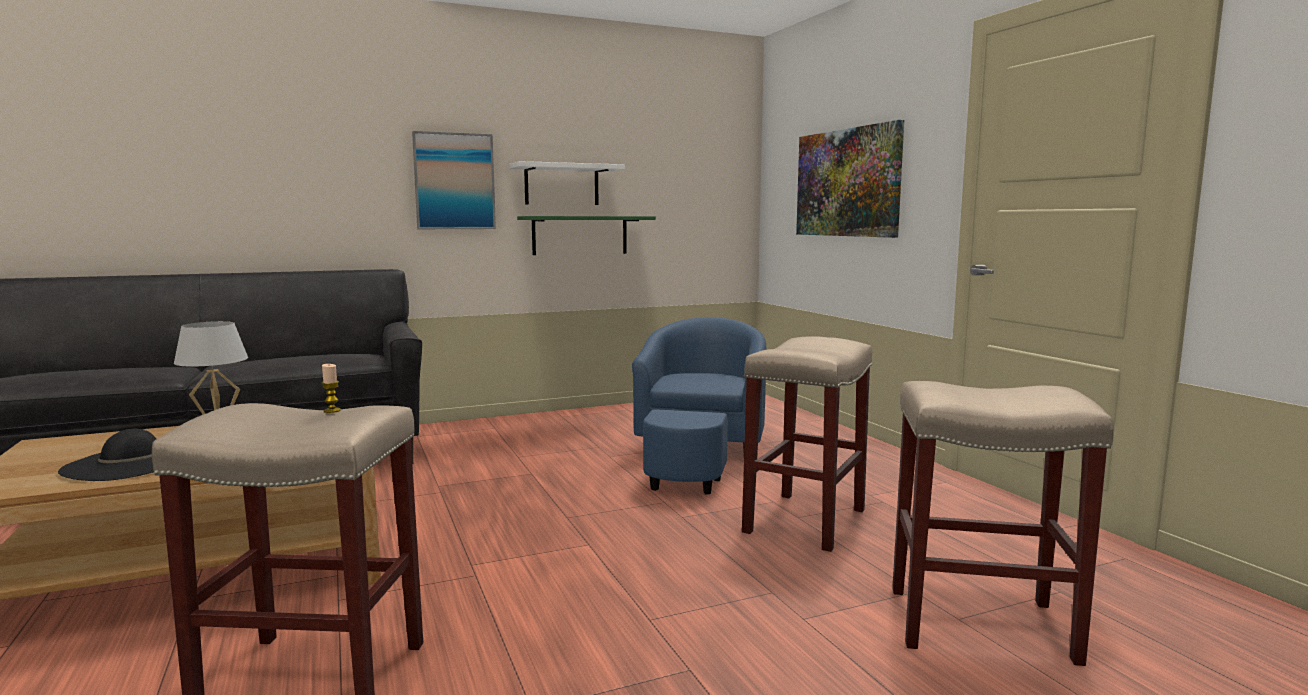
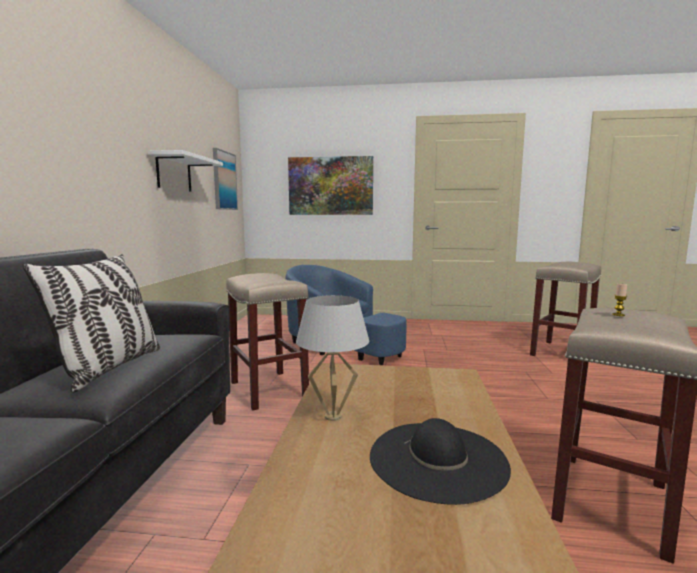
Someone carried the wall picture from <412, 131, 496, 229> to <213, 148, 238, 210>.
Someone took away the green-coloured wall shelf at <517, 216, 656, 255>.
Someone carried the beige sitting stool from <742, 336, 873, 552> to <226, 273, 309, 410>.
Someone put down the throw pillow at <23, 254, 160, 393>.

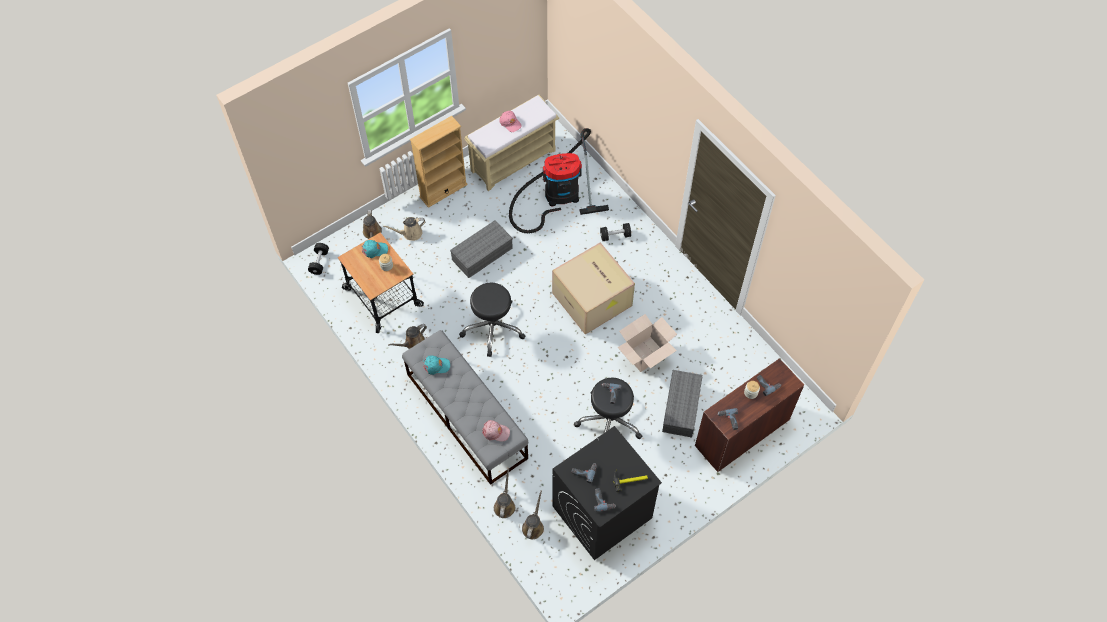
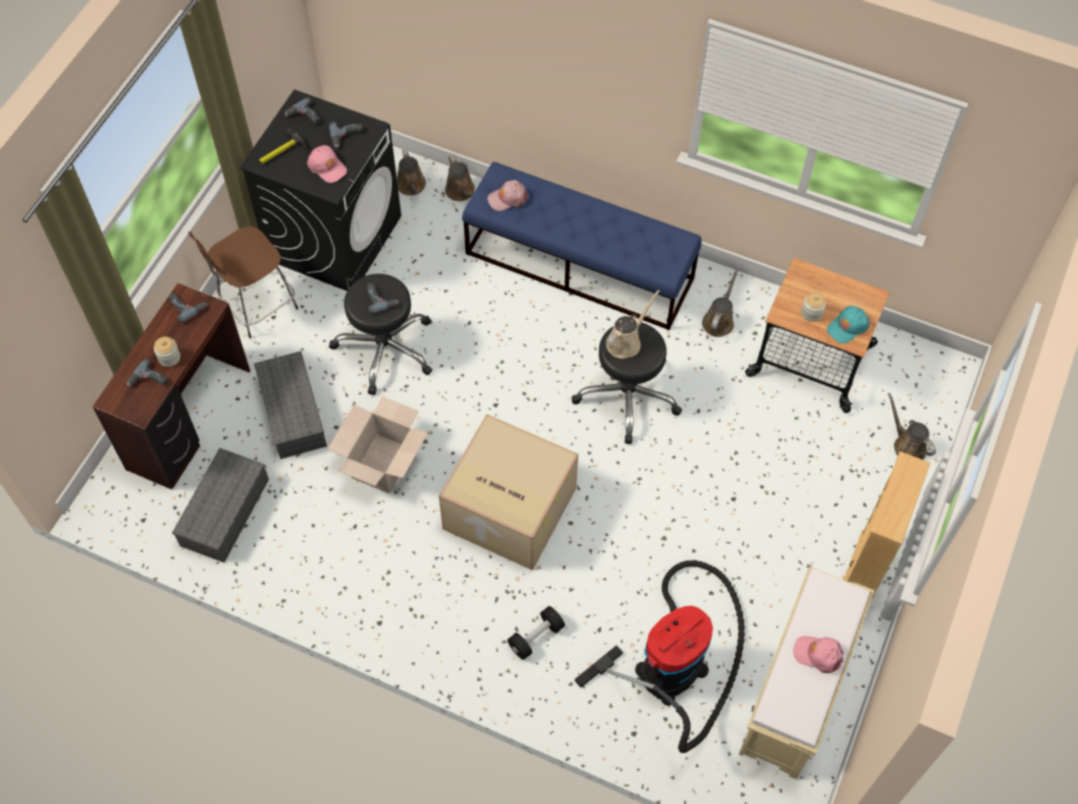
Someone took away the black dumbbell at <308, 243, 329, 275>.
Someone carried the beige watering pot from <383, 217, 425, 241> to <606, 290, 660, 359>.
Someone repainted the greyish indoor bench at <402, 330, 529, 485>, which became the blue-coloured indoor bench at <462, 162, 702, 330>.
Someone took away the turquoise peaked cap at <423, 356, 450, 375>.
Someone carried the greyish storage box from <450, 220, 513, 278> to <172, 448, 269, 563>.
Someone put down the brown sitting stool at <188, 226, 298, 338>.
Someone put down the pink peaked cap at <307, 145, 347, 183>.

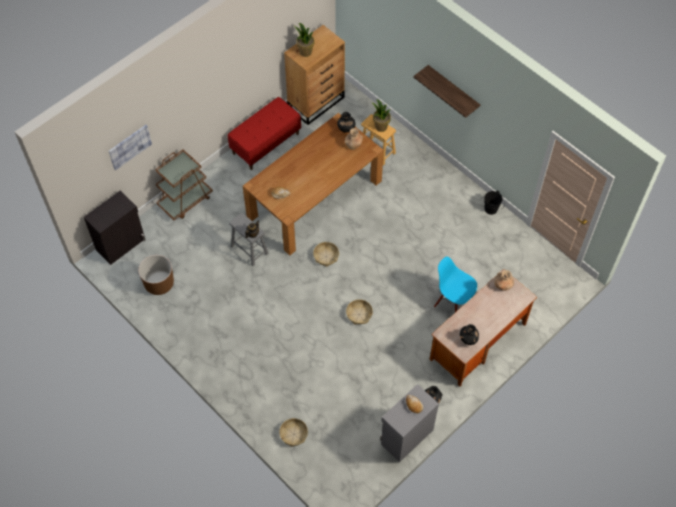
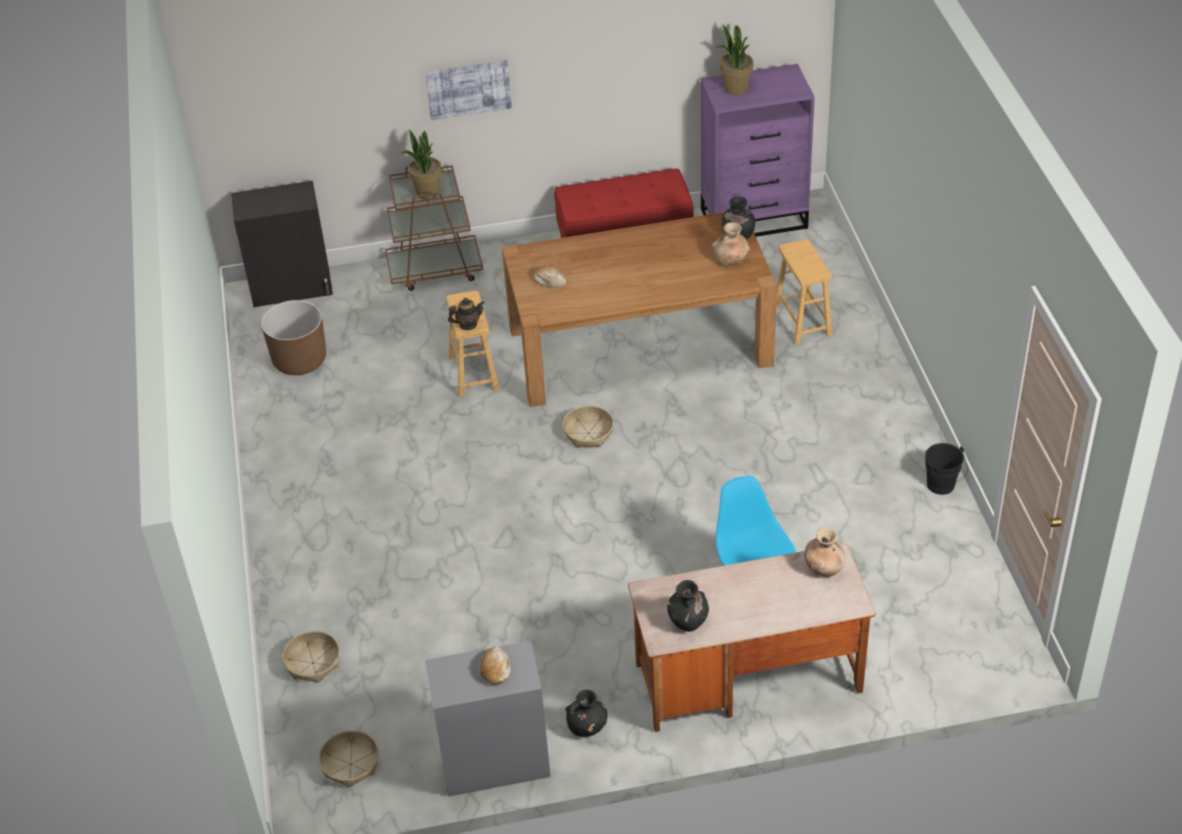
Someone carried the wall picture from <109, 125, 152, 171> to <425, 60, 512, 120>.
Someone repainted the greyish sitting stool at <229, 213, 268, 266>, which became the brown sitting stool at <446, 290, 500, 397>.
Someone repainted the brown dresser at <284, 25, 345, 125>, which became the purplish dresser at <701, 64, 815, 237>.
Someone carried the household basket from <346, 299, 373, 325> to <319, 730, 379, 788>.
Someone carried the plant in a pot from <372, 99, 391, 132> to <401, 129, 442, 199>.
Someone took away the wall shelf at <413, 65, 480, 118>.

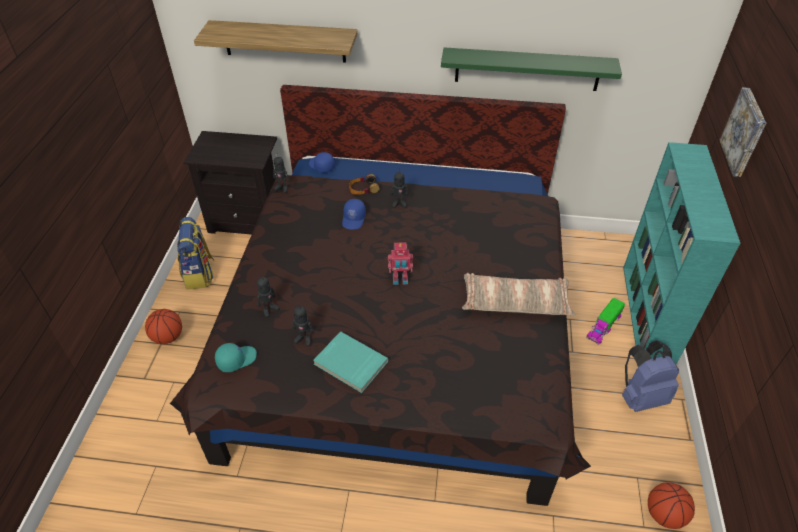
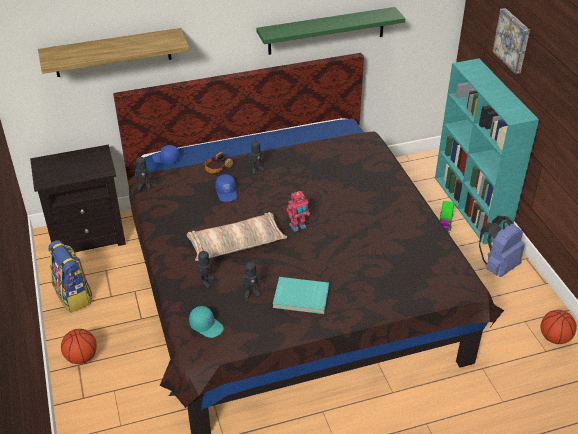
Someone rotated the turquoise peaked cap at <215, 343, 257, 372> by 90 degrees clockwise.
Someone carried the throw pillow from <462, 273, 575, 316> to <187, 212, 287, 261>.

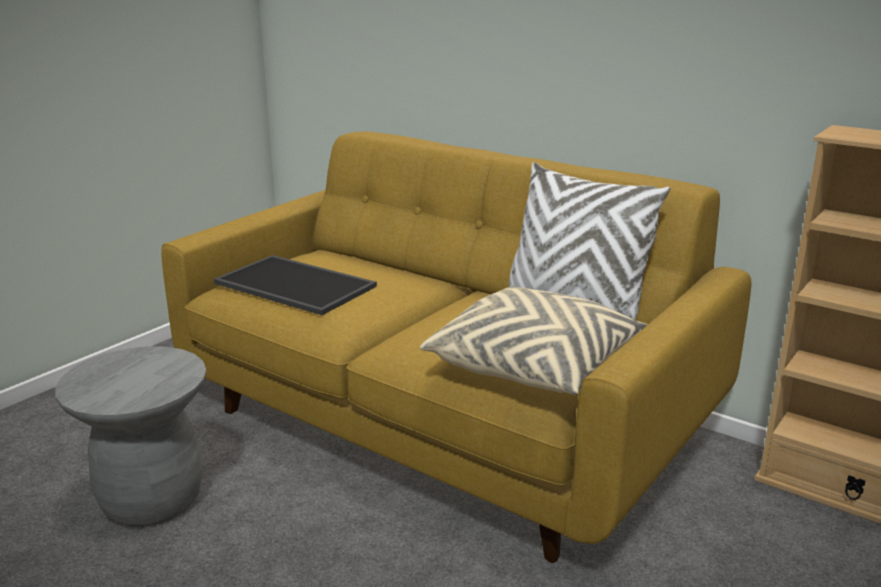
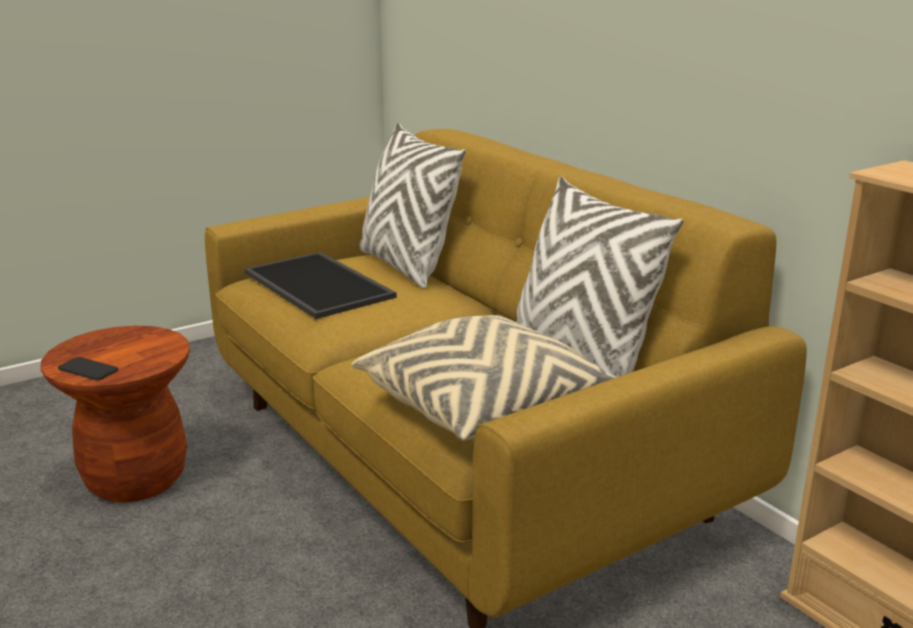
Someone repainted the greyish sitting stool at <55, 346, 206, 526>, which became the brown sitting stool at <40, 326, 190, 502>.
Someone put down the phone at <58, 357, 118, 380>.
Someone put down the whitish throw pillow at <360, 122, 466, 289>.

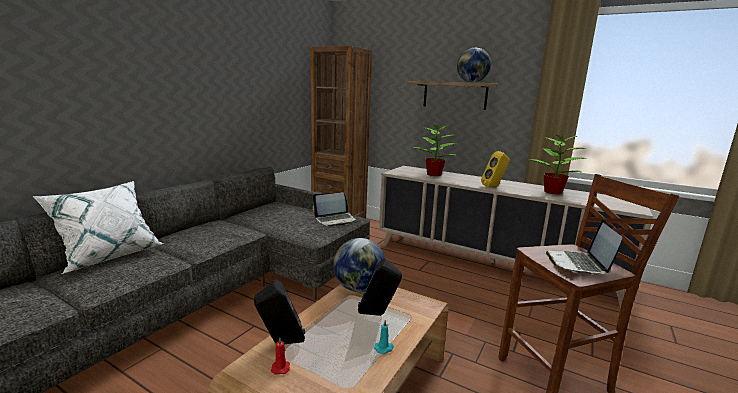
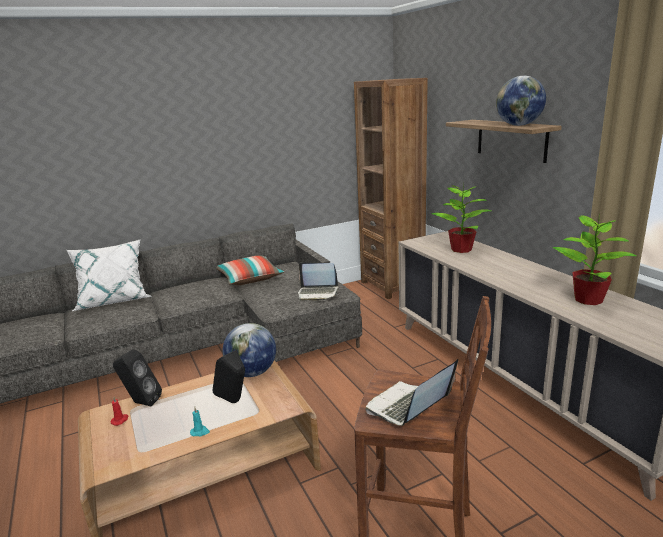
Someone took away the yellowish audio speaker at <481, 151, 510, 187>.
Someone put down the throw pillow at <216, 255, 284, 285>.

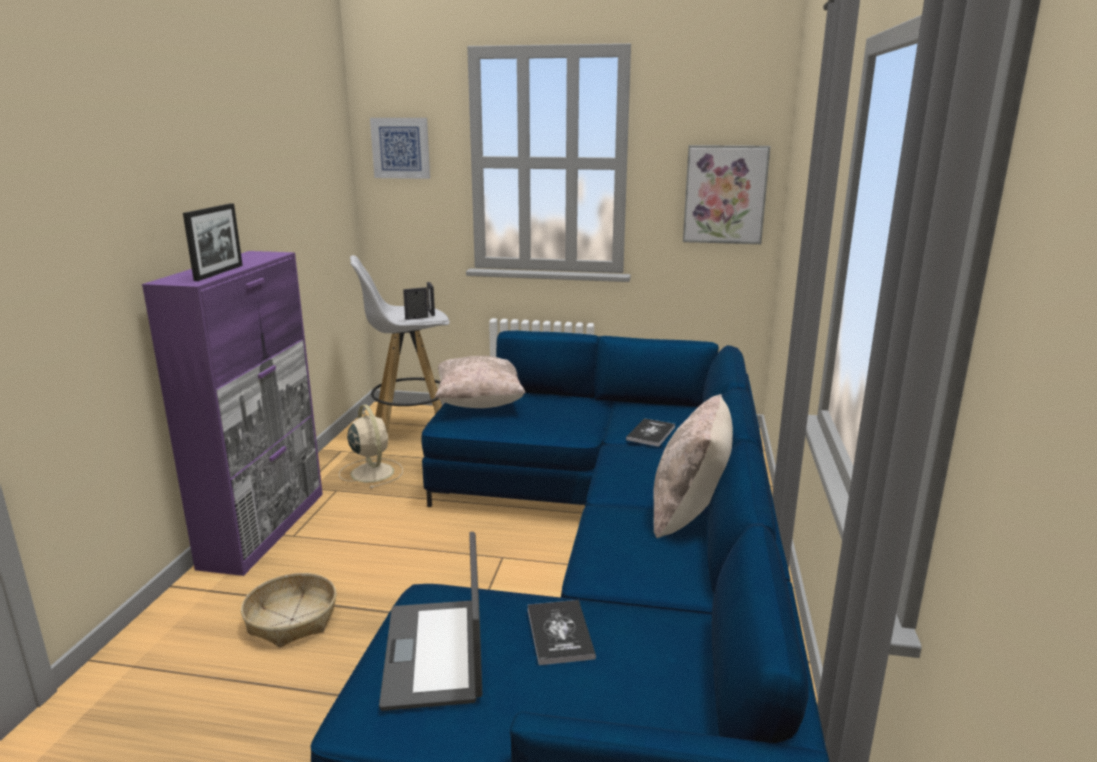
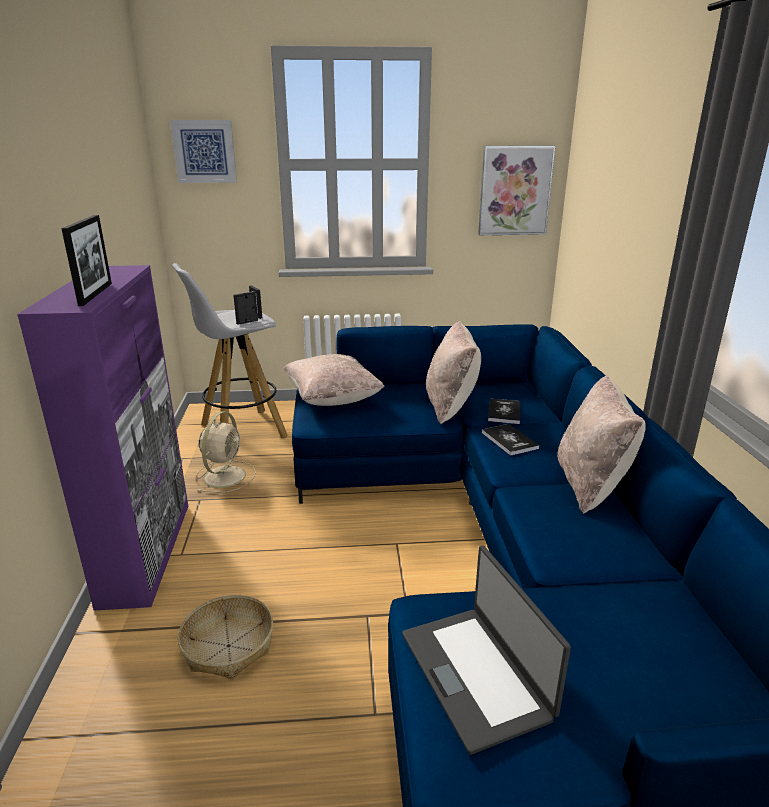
Someone rotated the beige fan at <339, 404, 403, 488> by 60 degrees clockwise.
Someone carried the volume from <528, 600, 596, 665> to <482, 424, 539, 456>.
Someone put down the beige throw pillow at <426, 321, 481, 424>.

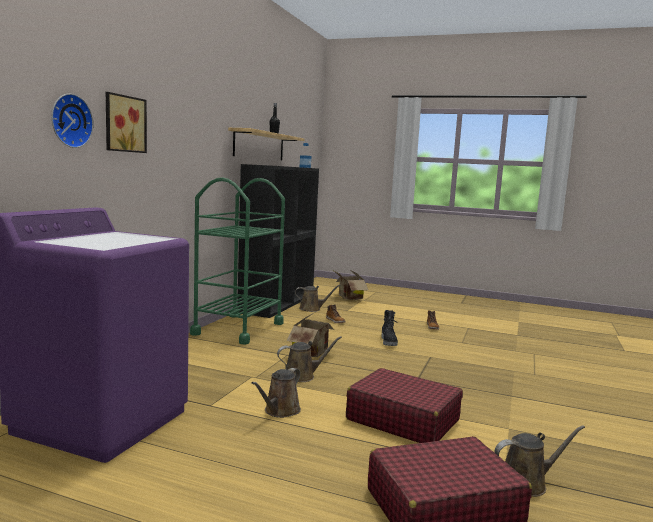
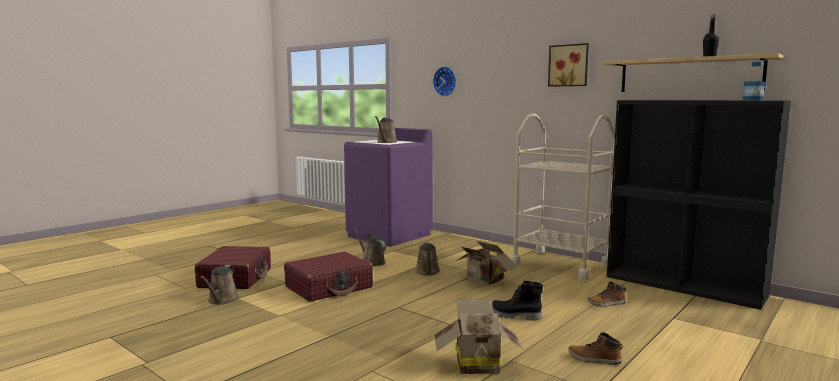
Someone carried the wall picture from <106, 92, 147, 153> to <548, 43, 589, 87>.
Someone repainted the green-coloured cart at <190, 177, 285, 345>, which became the beige cart at <510, 113, 615, 280>.
Someone carried the brown watering pot from <295, 285, 341, 312> to <375, 116, 398, 143>.
Someone carried the cardboard box from <334, 270, 368, 300> to <435, 299, 523, 374>.

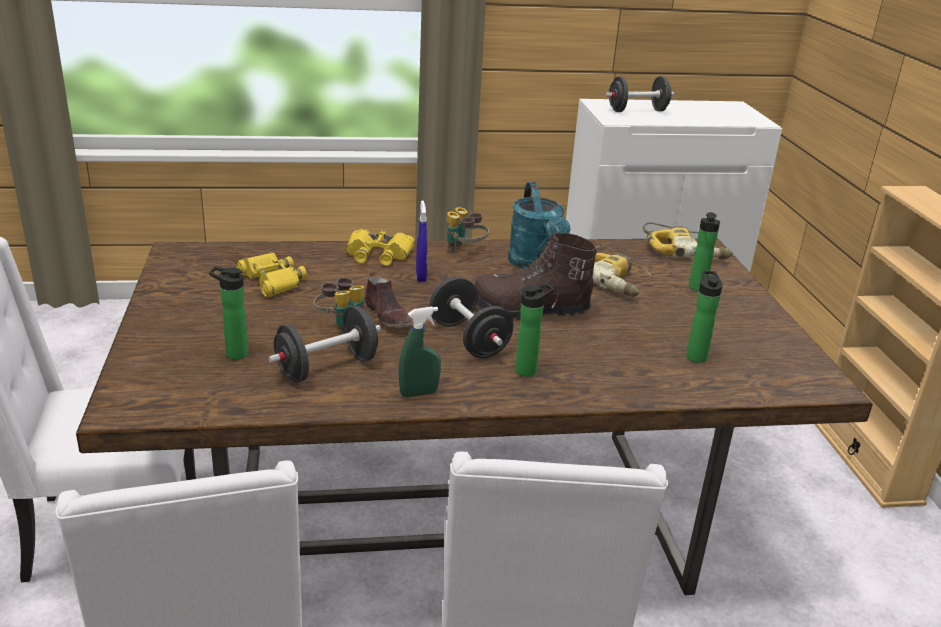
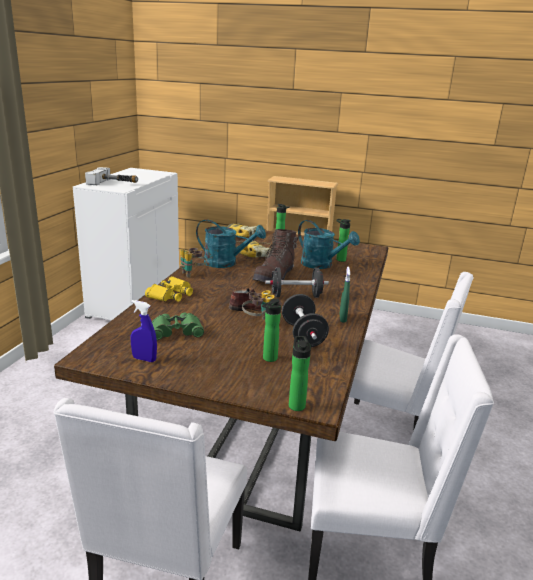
Someone repainted the yellowish binoculars at <236, 252, 307, 298>, which became the green-coloured binoculars at <152, 313, 204, 340>.
Someone carried the blue-coloured hand sprayer from <416, 200, 427, 282> to <131, 300, 157, 362>.
Someone carried the bottle from <515, 283, 554, 377> to <289, 336, 311, 411>.
Someone swapped the black dumbbell at <605, 76, 674, 112> for the hammer at <85, 167, 138, 185>.
Someone put down the turquoise watering pot at <298, 220, 360, 269>.

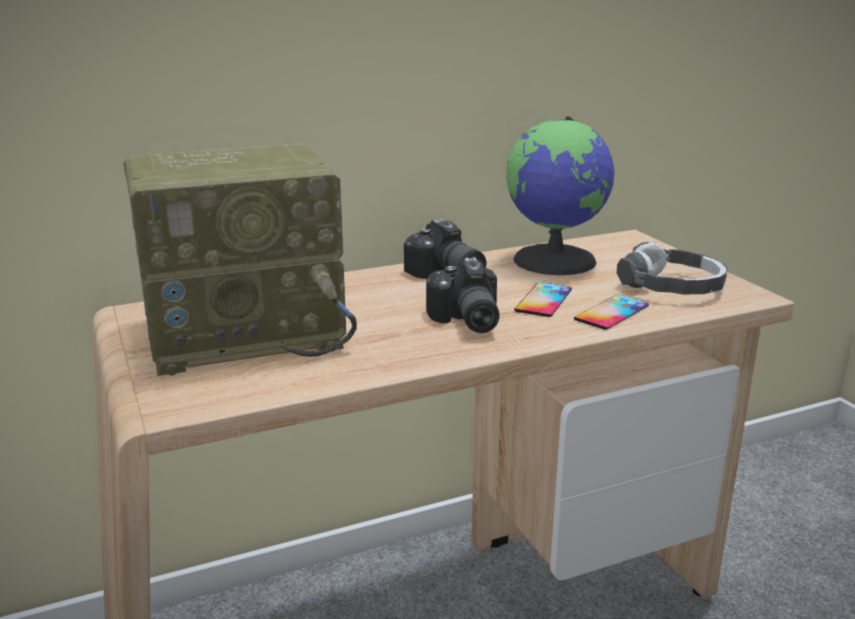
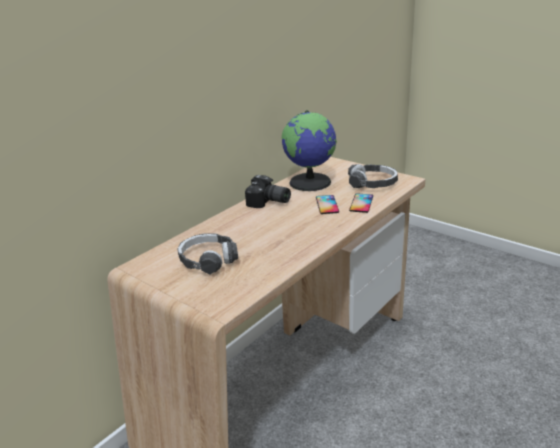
Someone swapped the radio at <124, 142, 357, 376> for the headphones at <178, 233, 238, 274>.
Someone took away the still camera at <426, 258, 499, 333>.

